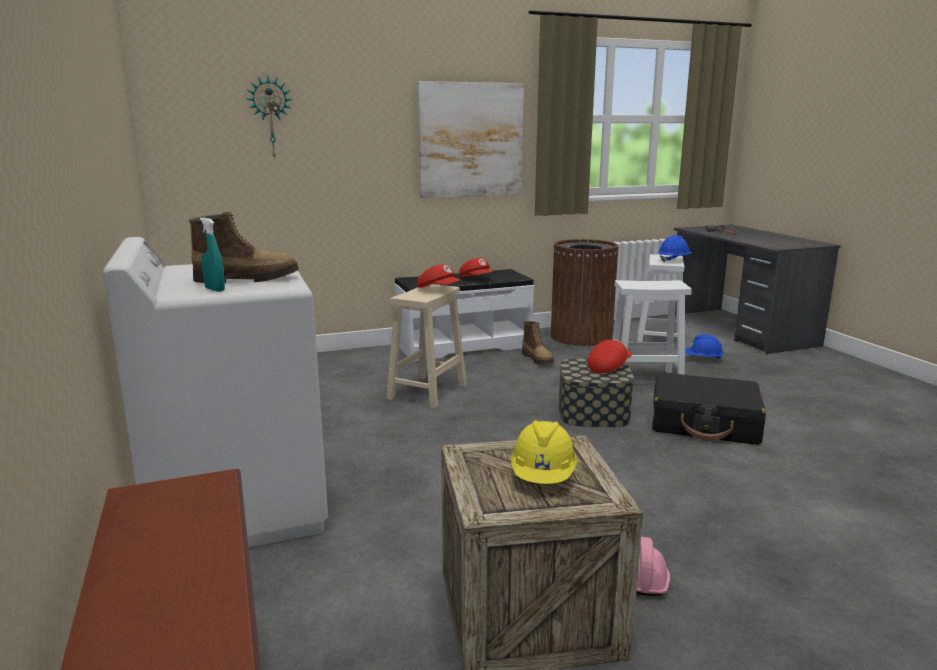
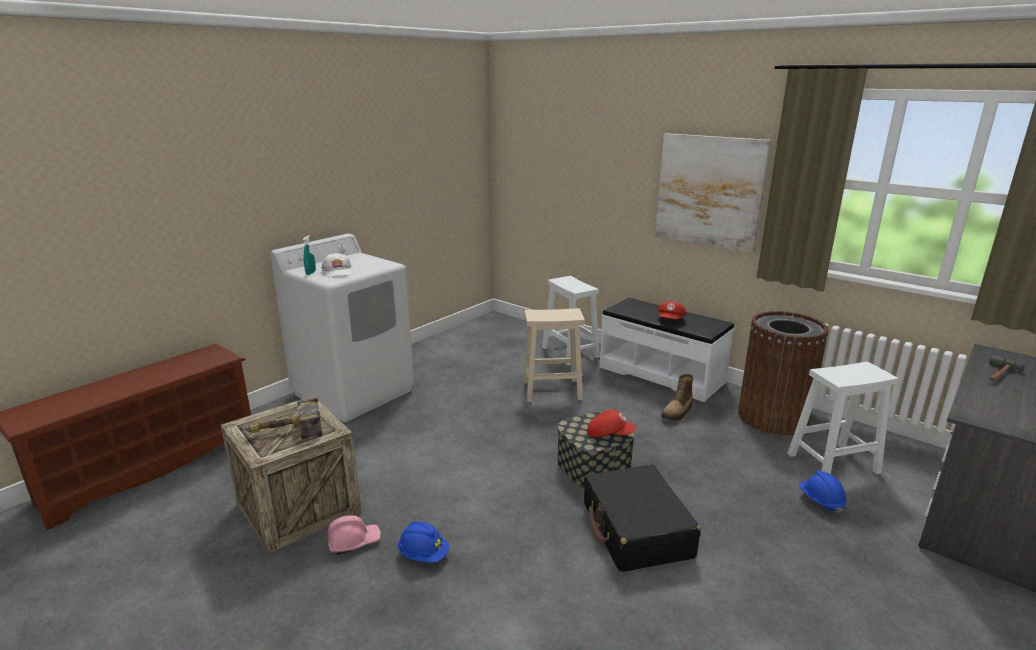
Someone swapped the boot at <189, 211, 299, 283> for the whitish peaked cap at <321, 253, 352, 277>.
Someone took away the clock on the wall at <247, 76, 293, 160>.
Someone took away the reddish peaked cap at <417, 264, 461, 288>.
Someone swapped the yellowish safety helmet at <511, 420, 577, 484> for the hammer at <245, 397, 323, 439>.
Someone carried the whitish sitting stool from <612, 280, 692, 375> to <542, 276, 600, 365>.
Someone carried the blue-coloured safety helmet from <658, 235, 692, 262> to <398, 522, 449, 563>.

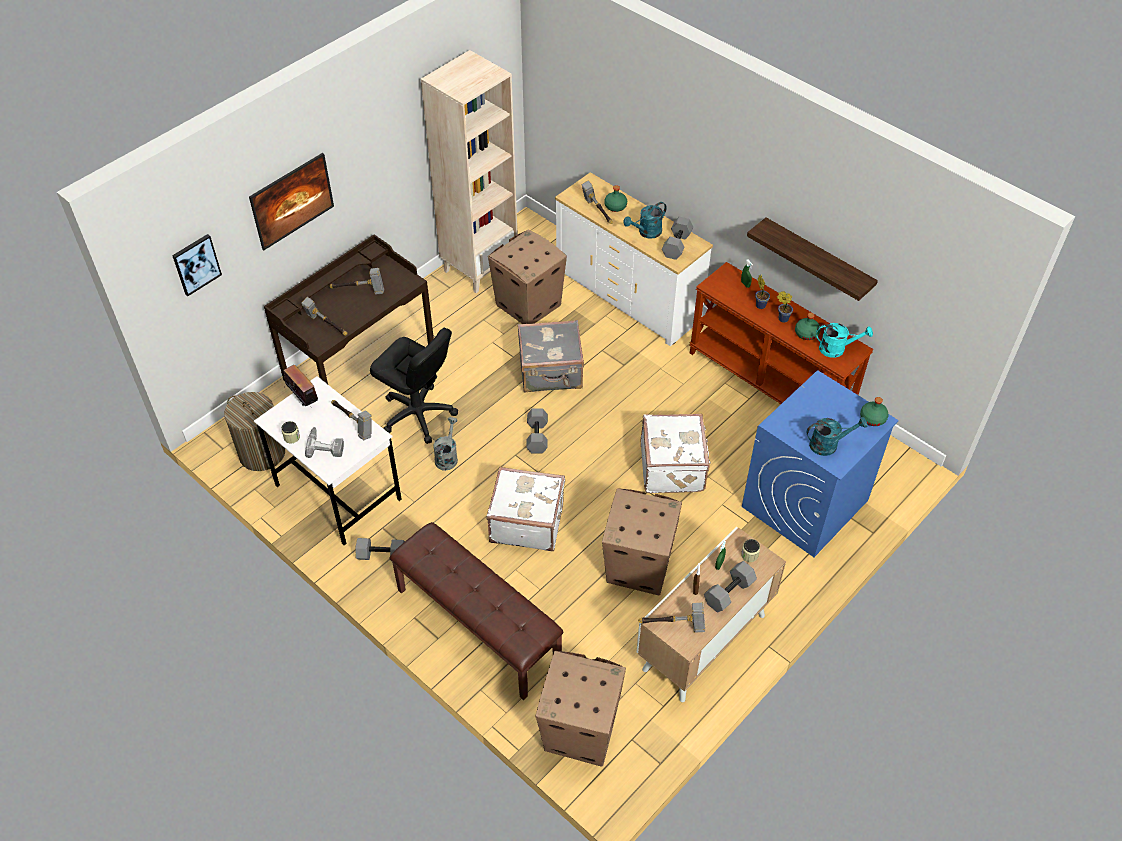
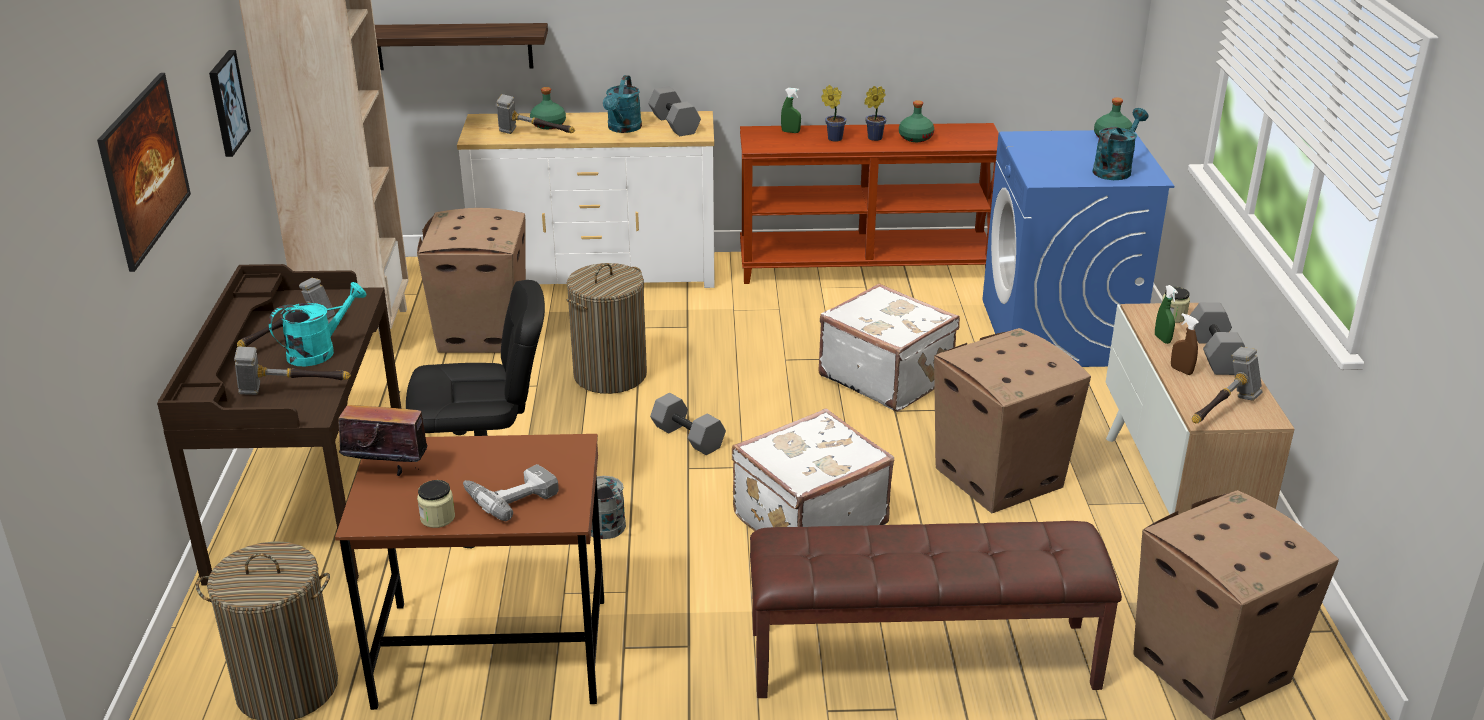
Someone carried the wall picture from <172, 234, 222, 296> to <209, 50, 251, 157>.
Someone repainted the whitish desk unit at <254, 376, 402, 545>, which became the brown desk unit at <335, 434, 604, 710>.
Someone took away the hammer at <331, 400, 371, 440>.
Someone took away the greyish dumbbell at <355, 538, 405, 560>.
Someone swapped the greyish suitcase at <518, 320, 584, 393> for the hamper at <567, 263, 647, 394>.
Someone carried the wall shelf from <747, 218, 878, 301> to <375, 23, 548, 70>.
Someone carried the turquoise watering pot from <816, 323, 873, 358> to <269, 282, 366, 366>.

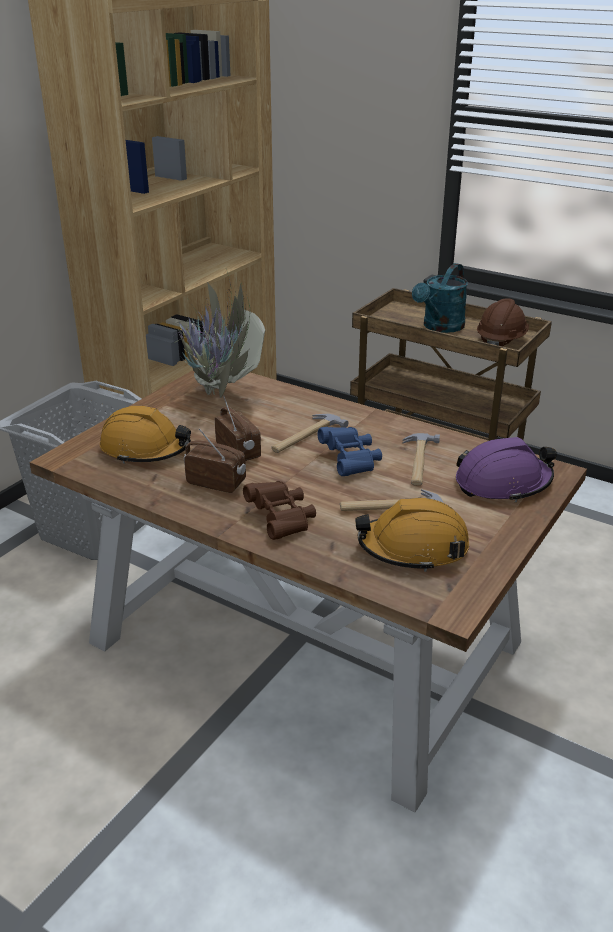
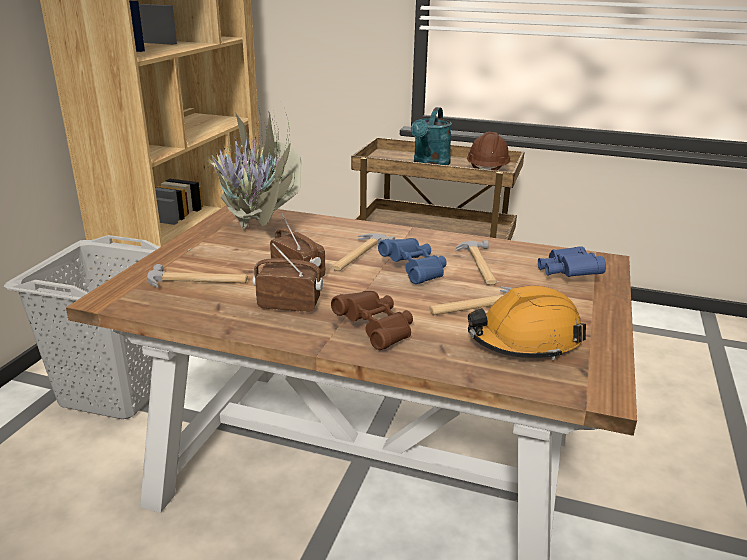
Someone swapped the orange safety helmet at <100, 406, 191, 464> for the hammer at <147, 264, 248, 288>.
Someone swapped the purplish safety helmet at <456, 437, 557, 502> for the blue-coloured binoculars at <538, 246, 606, 277>.

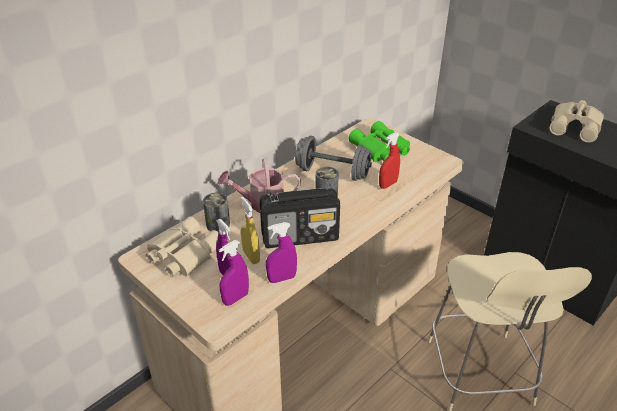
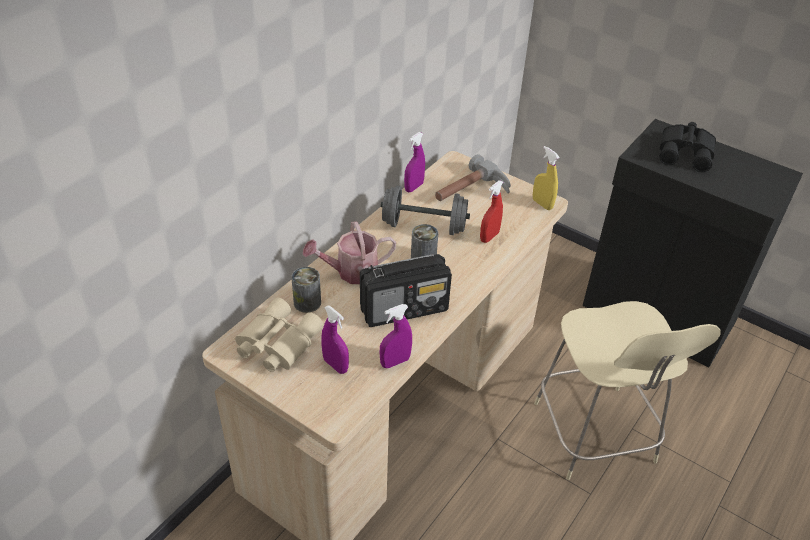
Someone carried the purplish hand sprayer from <219, 240, 249, 306> to <404, 132, 425, 192>.
Someone carried the yellowish hand sprayer from <241, 196, 260, 264> to <533, 146, 560, 210>.
Someone swapped the green-coloured binoculars at <349, 121, 410, 162> for the hammer at <435, 154, 511, 201>.
Someone repainted the beige binoculars at <550, 100, 604, 143>, which became the black binoculars at <659, 122, 716, 172>.

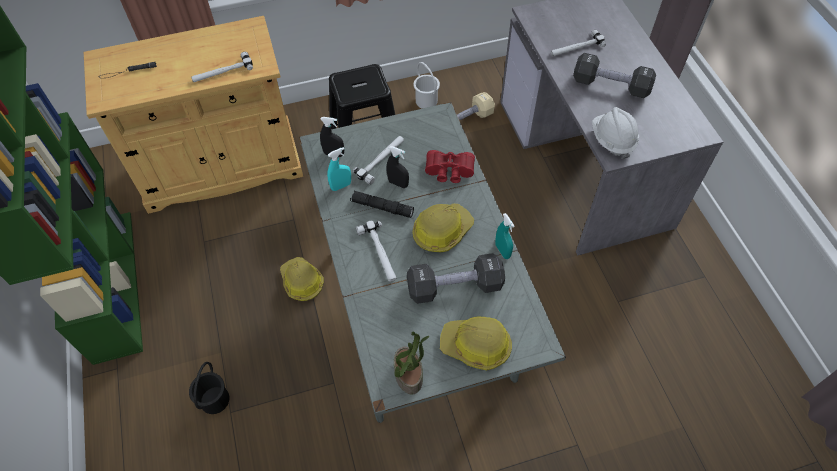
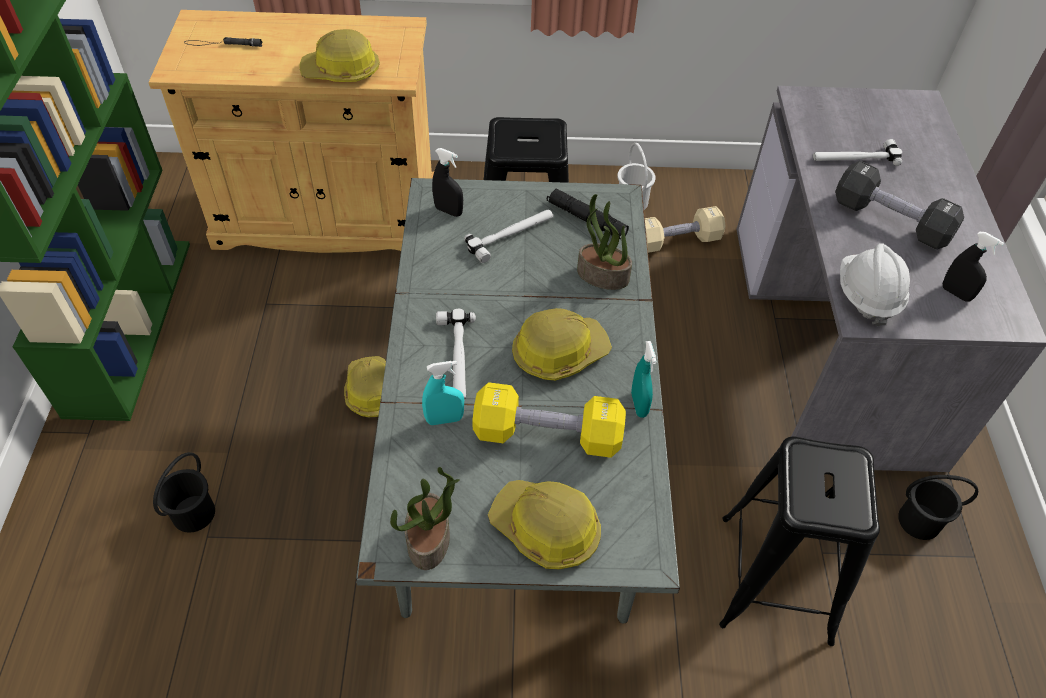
Someone swapped the hammer at <191, 52, 253, 82> for the safety helmet at <299, 29, 380, 82>.
Someone carried the turquoise hand sprayer from <327, 147, 351, 191> to <422, 361, 464, 425>.
Someone carried the black flashlight from <350, 191, 414, 218> to <547, 188, 629, 240>.
Someone carried the black hand sprayer from <387, 146, 409, 188> to <942, 232, 1004, 302>.
Someone repainted the black dumbbell at <407, 253, 505, 304>, which became the yellowish dumbbell at <472, 382, 626, 458>.
Someone swapped the reddish binoculars at <425, 150, 475, 183> for the plant in a pot at <577, 194, 632, 290>.
Someone put down the black sitting stool at <719, 437, 880, 646>.
Someone put down the black pail at <898, 475, 978, 540>.

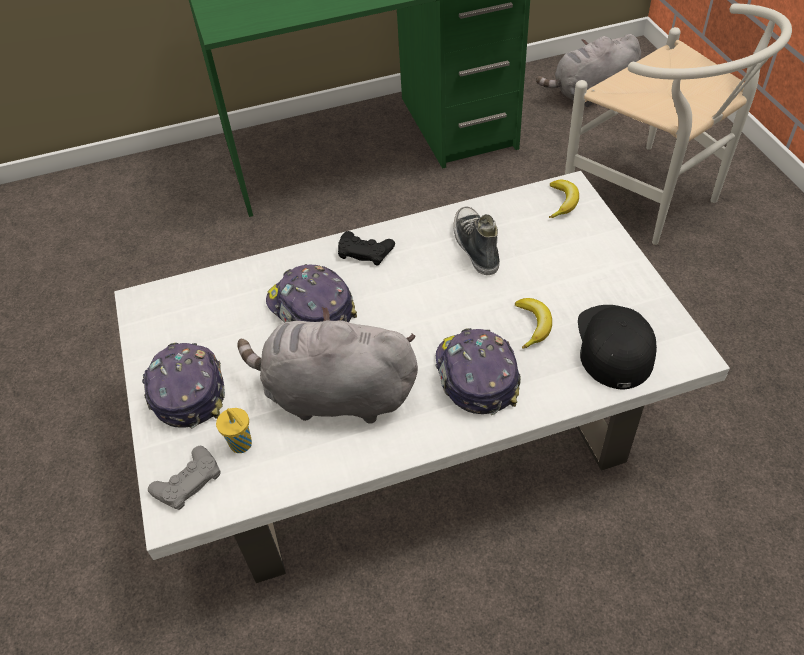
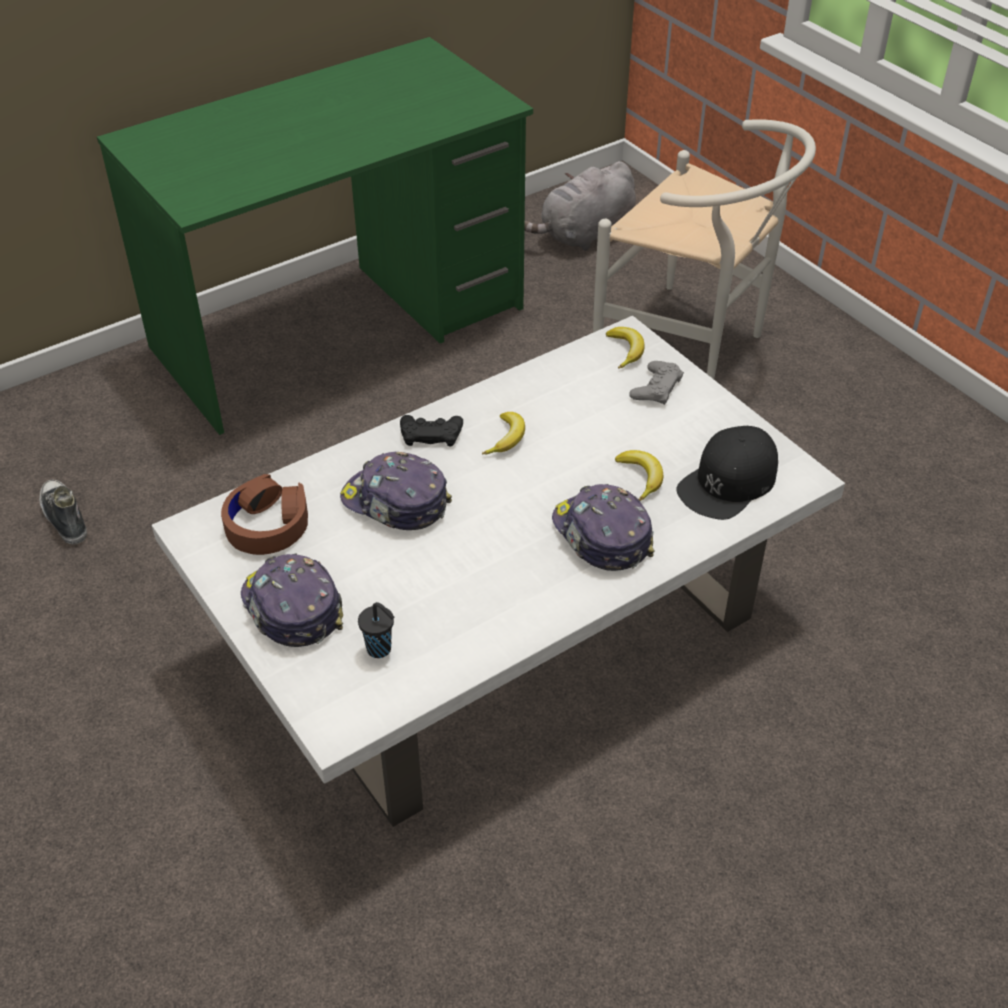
Someone carried the greyish joypad from <148, 446, 220, 510> to <629, 361, 684, 405>.
Someone repainted the yellowish small cup at <216, 408, 252, 453>, which became the black small cup at <358, 602, 394, 658>.
Someone took away the greyish cuddly toy at <237, 307, 418, 424>.
Someone carried the shoe from <453, 207, 500, 275> to <39, 480, 87, 545>.
Someone rotated the black peaked cap at <578, 305, 657, 390> by 120 degrees counterclockwise.
Someone put down the brown headphones at <221, 474, 308, 555>.
Someone put down the banana at <482, 412, 525, 455>.

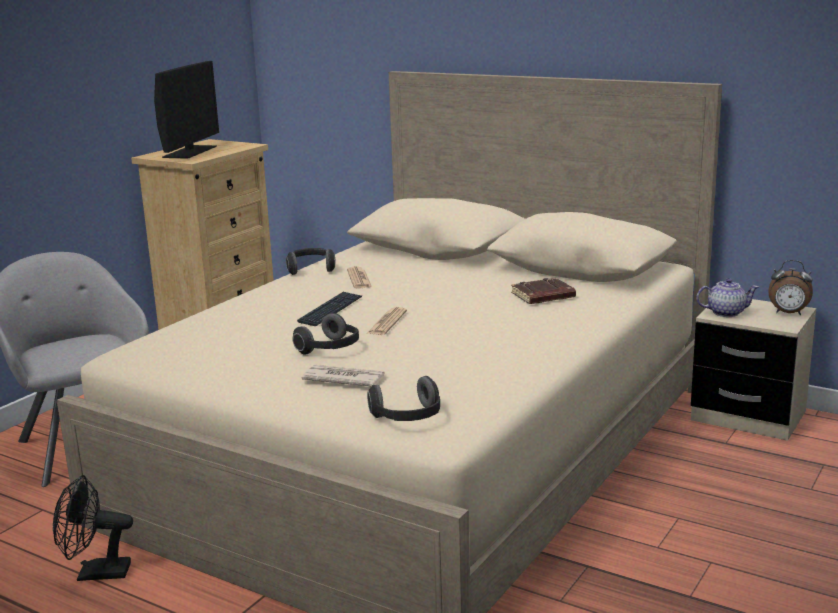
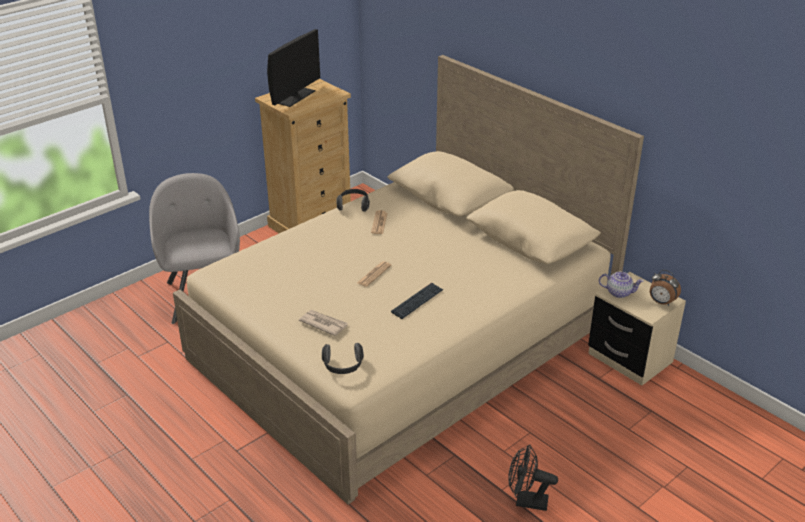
Someone carried the black fan from <53, 475, 133, 581> to <508, 445, 558, 511>.
Someone took away the headphones at <292, 313, 359, 355>.
Someone carried the PC keyboard from <297, 292, 362, 326> to <391, 283, 444, 319>.
Someone took away the brown volume at <511, 278, 576, 304>.

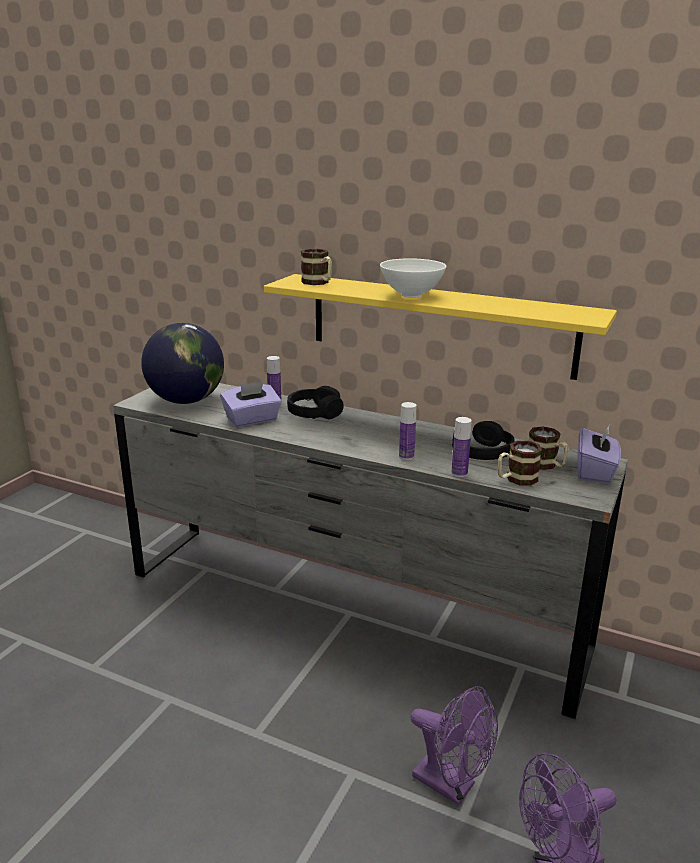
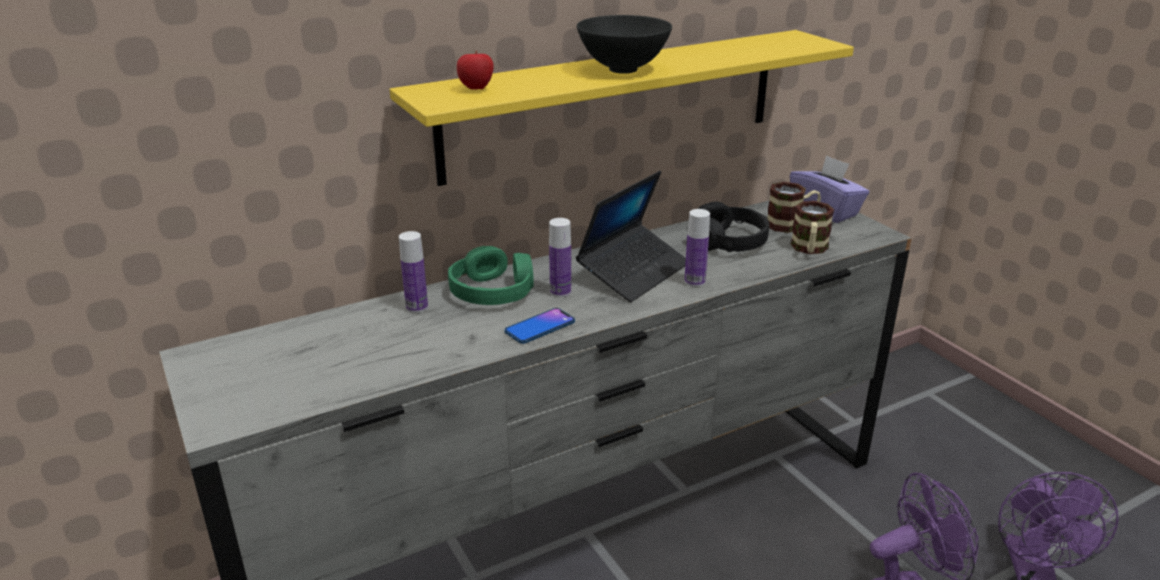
Someone took away the globe at <141, 323, 224, 404>.
Someone took away the purplish tissue holder at <220, 381, 282, 427>.
Someone repainted the black headphones at <287, 386, 344, 419>, which became the green-coloured headphones at <448, 246, 534, 305>.
Someone swapped the mug at <301, 249, 332, 285> for the apple fruit at <457, 51, 494, 90>.
Someone repainted the whitish serving bowl at <380, 258, 446, 298>, which became the black serving bowl at <577, 15, 672, 74>.
Someone carried the bottle from <452, 417, 472, 477> to <549, 218, 571, 297>.
Someone put down the phone at <505, 308, 575, 344>.
Someone put down the laptop at <576, 171, 686, 302>.

